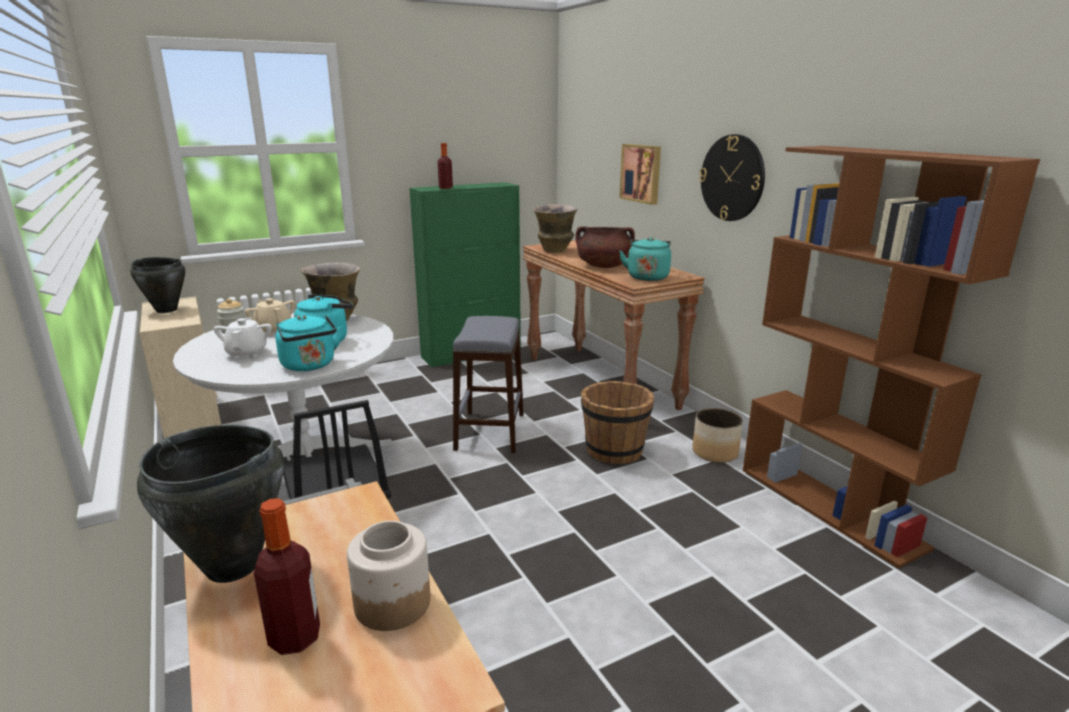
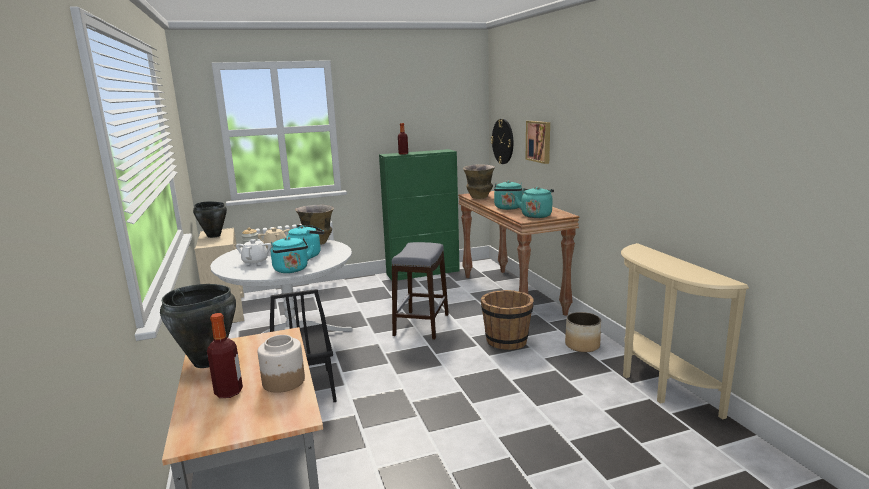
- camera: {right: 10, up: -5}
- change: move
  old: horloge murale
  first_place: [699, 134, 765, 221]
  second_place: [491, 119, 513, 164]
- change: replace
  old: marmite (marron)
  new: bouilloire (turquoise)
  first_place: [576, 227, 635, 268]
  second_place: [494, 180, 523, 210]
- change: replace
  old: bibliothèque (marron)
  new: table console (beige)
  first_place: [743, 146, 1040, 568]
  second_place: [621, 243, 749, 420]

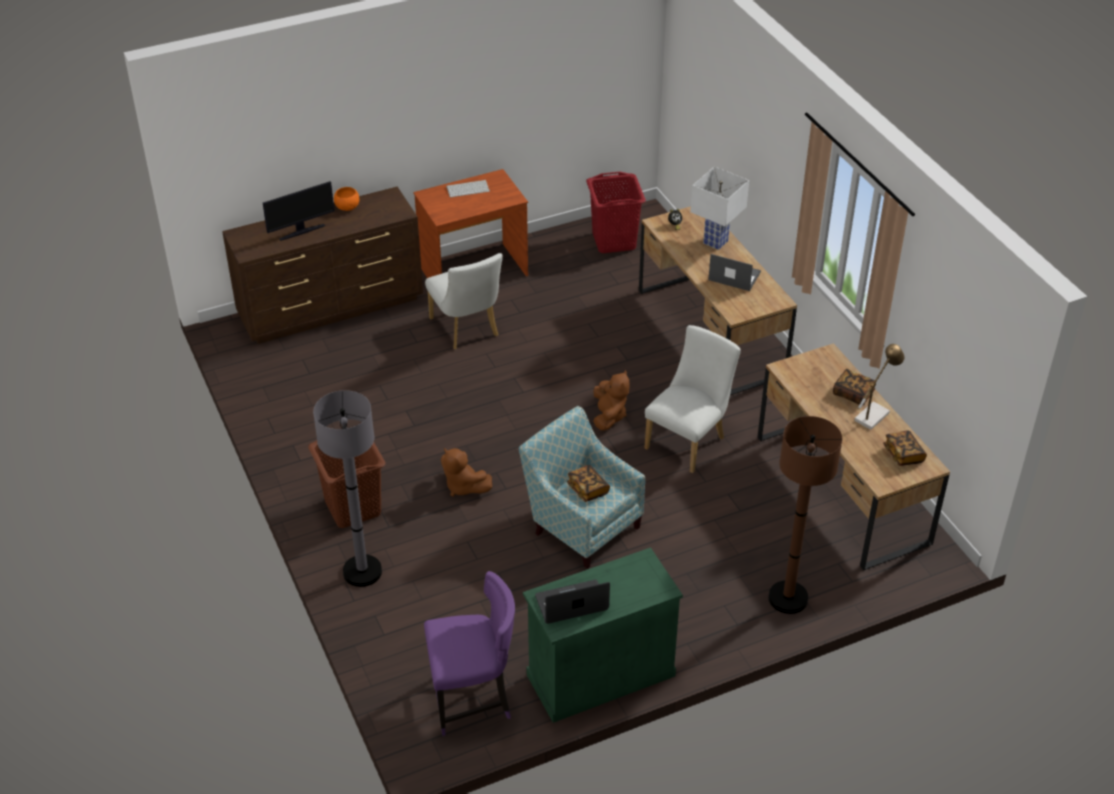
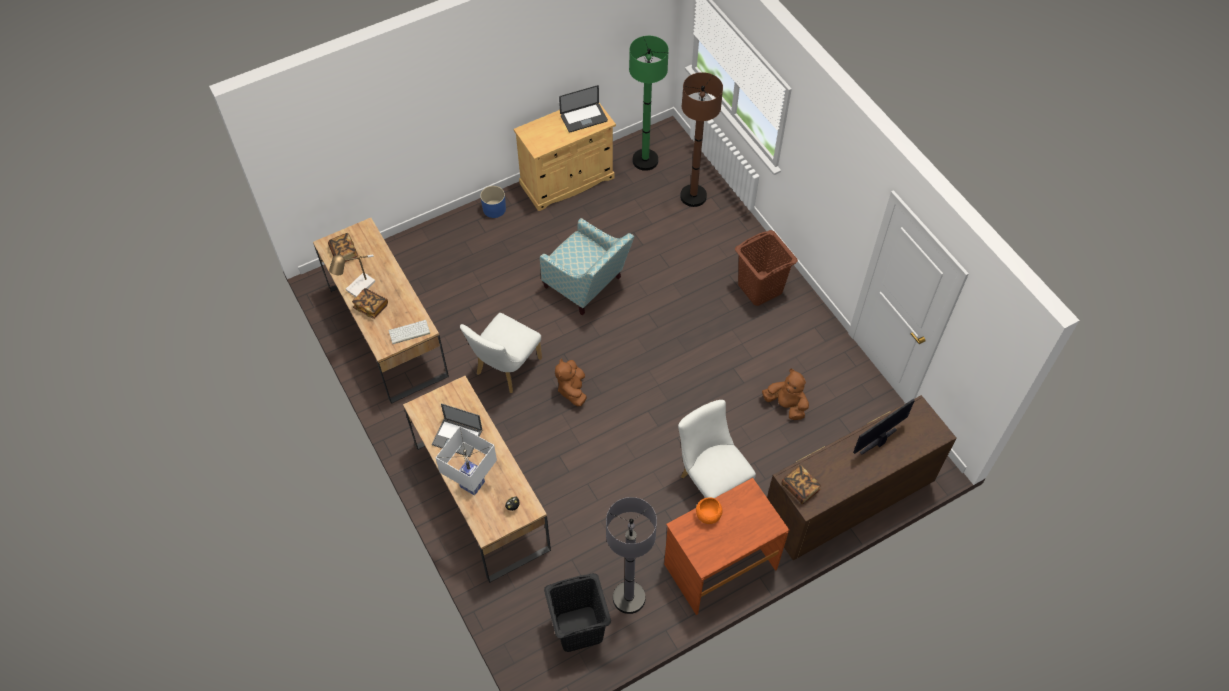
- camera: {right: 175, up: 15}
- change: insert
  new: cache-pot (bleu)
  second_place: [480, 186, 506, 218]
- change: move
  old: lampadaire (gris)
  first_place: [313, 390, 382, 587]
  second_place: [606, 497, 657, 614]
- change: move
  old: bol (orange)
  first_place: [334, 187, 359, 211]
  second_place: [696, 497, 723, 524]
- change: move
  old: peluche (marron)
  first_place: [441, 448, 492, 496]
  second_place: [762, 369, 809, 420]
- change: move
  old: clavier
  first_place: [446, 180, 490, 197]
  second_place: [388, 320, 430, 344]
- change: move
  old: livre
  first_place: [567, 465, 610, 502]
  second_place: [782, 465, 821, 504]
- change: move
  old: lampadaire (marron)
  first_place: [768, 416, 842, 614]
  second_place: [680, 72, 723, 207]
- change: replace
  old: chaise (violet)
  new: lampadaire (vert)
  first_place: [424, 571, 515, 736]
  second_place: [629, 36, 669, 171]
- change: recolor
  old: meuble de rangement (vert)
  new: meuble de rangement (beige)
  first_place: [523, 547, 683, 723]
  second_place: [513, 103, 616, 211]
- change: recolor
  old: panier à linge (rouge)
  new: panier à linge (noir)
  first_place: [586, 172, 646, 253]
  second_place: [544, 573, 611, 652]

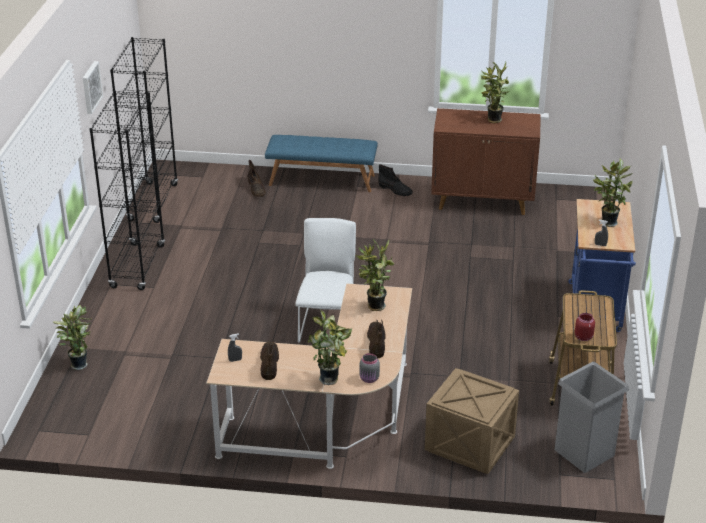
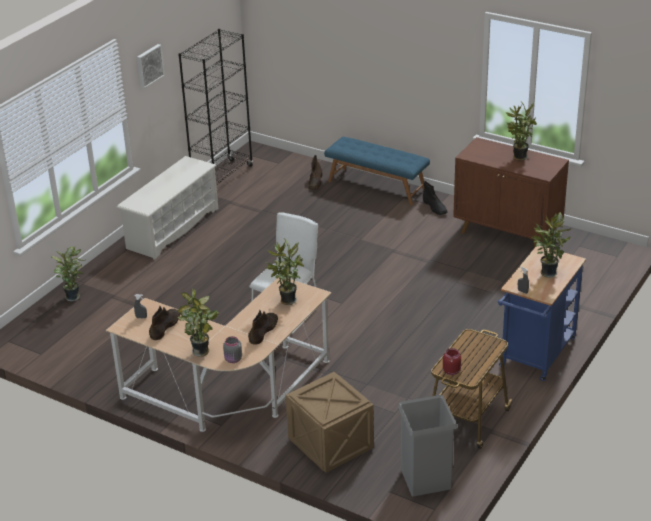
- camera: {right: 25, up: 0}
- change: replace
  old: bibliothèque (noir)
  new: étagère à chaussures (blanc)
  first_place: [89, 90, 165, 290]
  second_place: [117, 156, 218, 260]

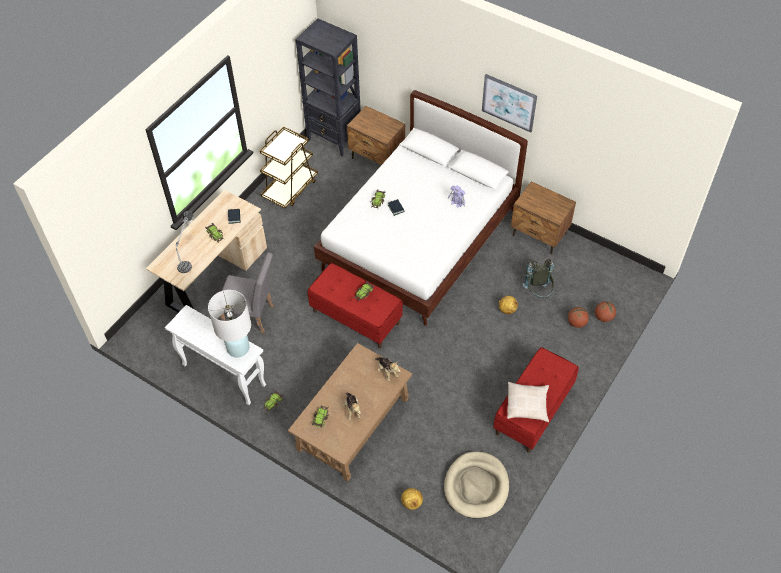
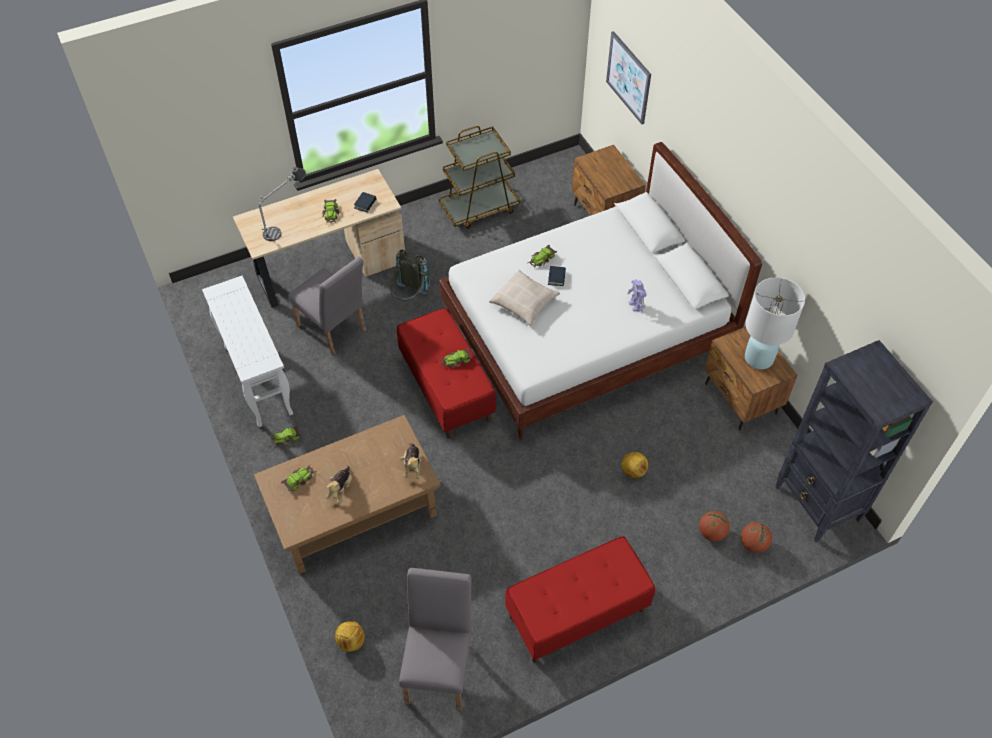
- camera: {right: 30, up: 0}
- change: move
  old: lampe de table (blanc)
  first_place: [208, 290, 251, 358]
  second_place: [745, 277, 805, 369]
- change: move
  old: bibliothèque (noir)
  first_place: [295, 18, 361, 156]
  second_place: [775, 340, 933, 542]
- change: move
  old: tableau
  first_place: [482, 74, 537, 133]
  second_place: [606, 31, 651, 124]
- change: move
  old: coussin (beige)
  first_place: [507, 382, 549, 422]
  second_place: [489, 270, 560, 326]
- change: move
  old: sac à dos (gris)
  first_place: [523, 259, 555, 298]
  second_place: [389, 249, 430, 301]
- change: replace
  old: panier pour chien (beige)
  new: chaise (gris)
  first_place: [444, 452, 509, 518]
  second_place: [399, 568, 472, 711]

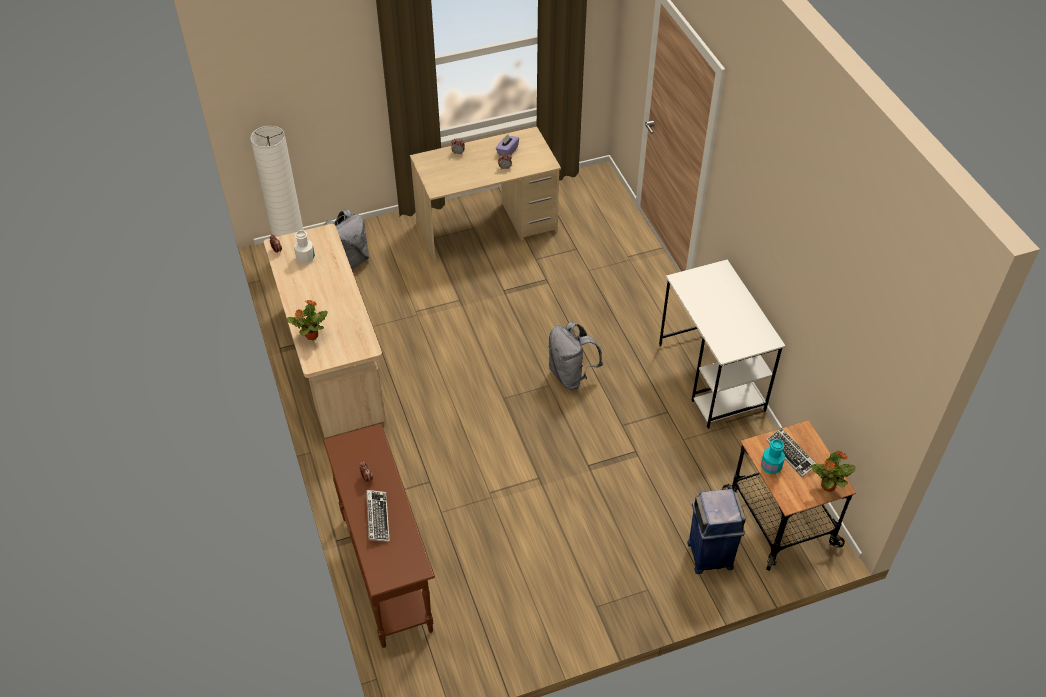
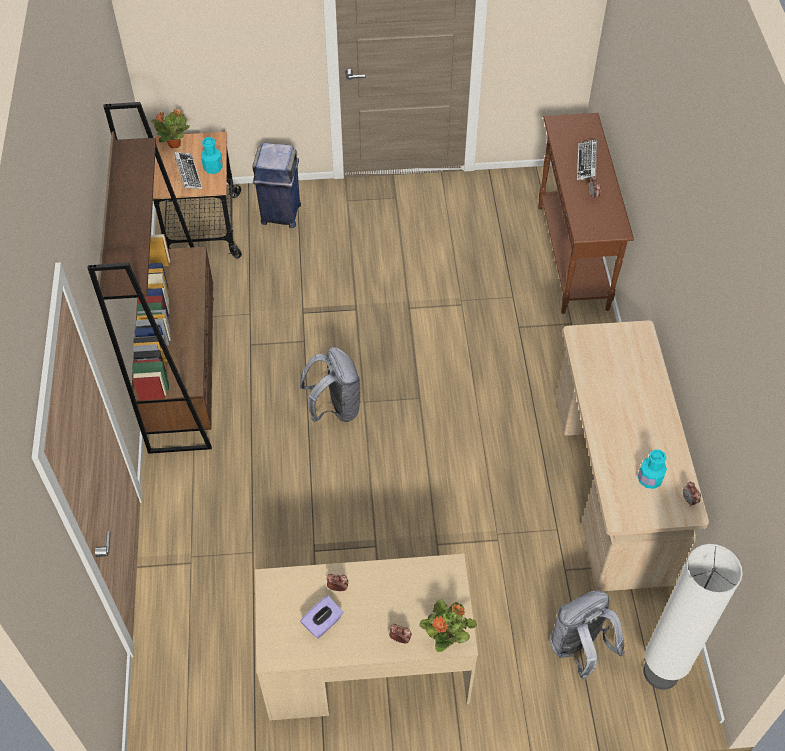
- camera: {right: -165, up: 5}
- change: move
  old: plante en pot
  first_place: [287, 300, 328, 340]
  second_place: [420, 599, 477, 652]
- change: replace
  old: bureau (blanc)
  new: bibliothèque (marron)
  first_place: [659, 260, 786, 429]
  second_place: [87, 102, 214, 454]
- change: recolor
  old: bouteille (blanc)
  new: bouteille (turquoise)
  first_place: [294, 230, 315, 264]
  second_place: [638, 449, 667, 489]

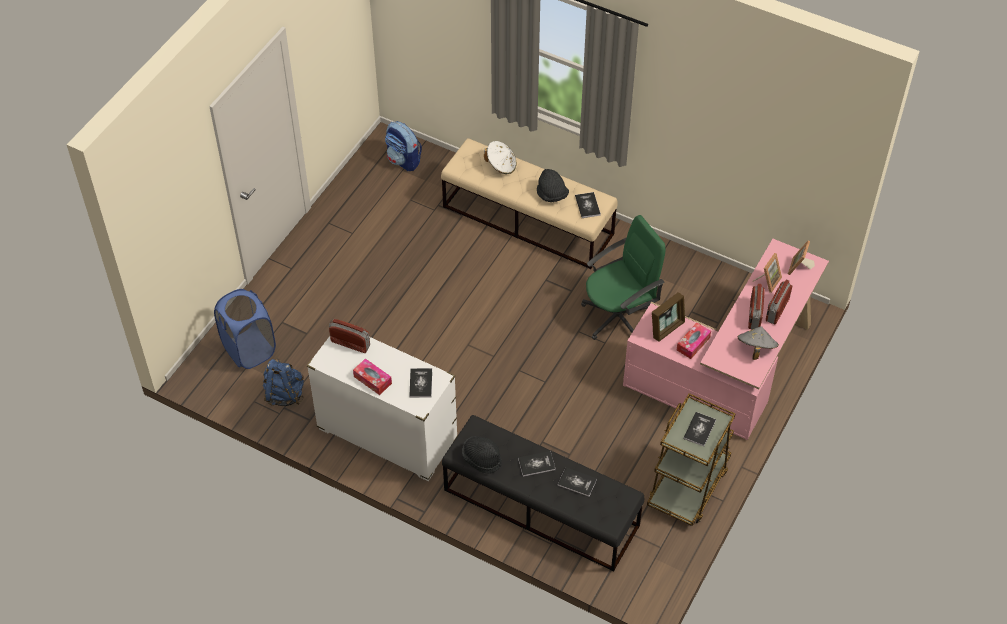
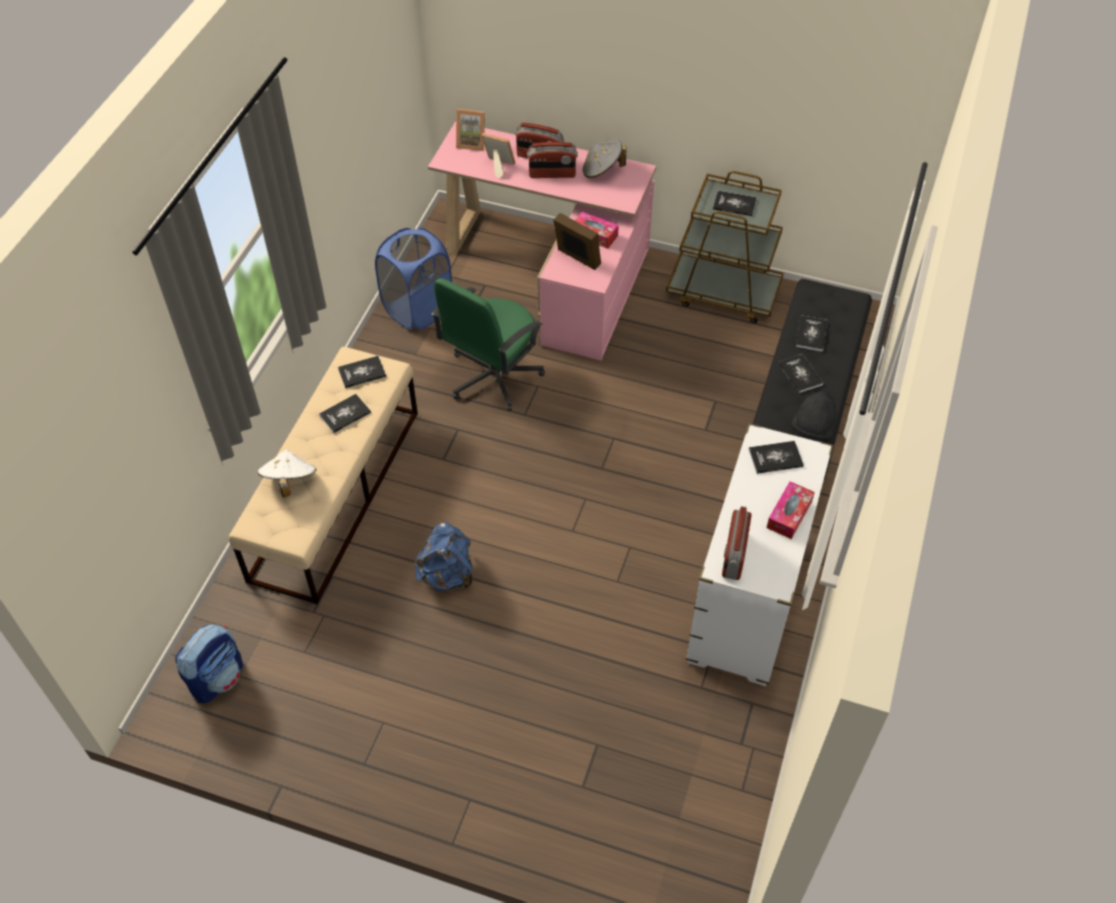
- camera: {right: -100, up: 0}
- change: move
  old: panier à linge (bleu)
  first_place: [214, 289, 276, 369]
  second_place: [375, 227, 452, 330]
- change: move
  old: sac à dos (bleu)
  first_place: [263, 359, 304, 406]
  second_place: [414, 522, 473, 591]
- change: replace
  old: chapeau (noir)
  new: livre
  first_place: [537, 169, 569, 202]
  second_place: [319, 394, 371, 433]
- change: rotate
  old: chaise de bureau (vert)
  first_place: [581, 215, 666, 340]
  second_place: [432, 278, 545, 412]
  degrees: -105

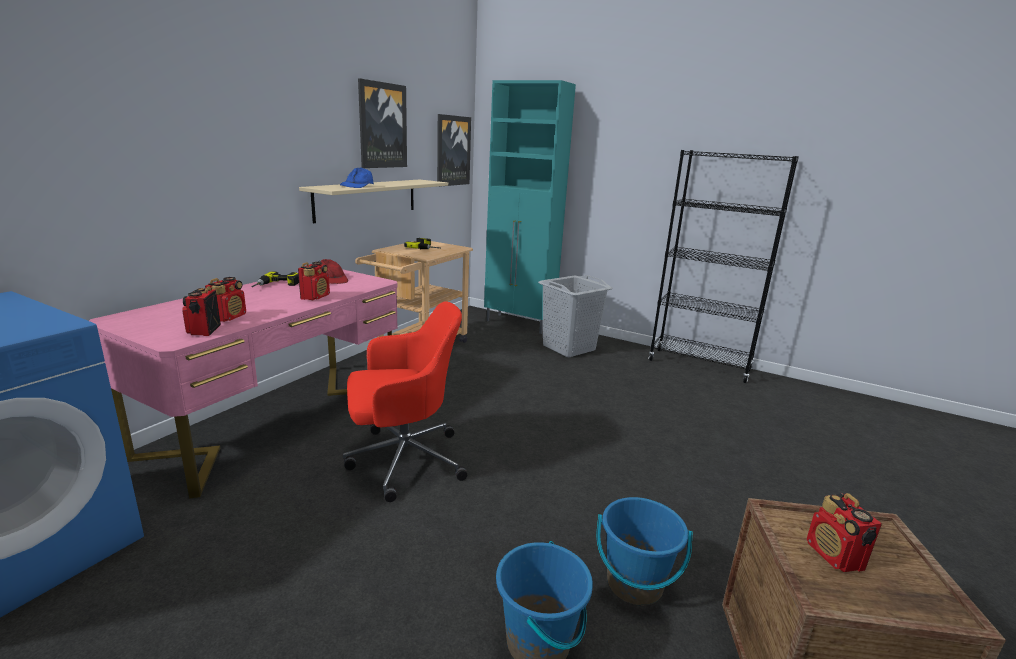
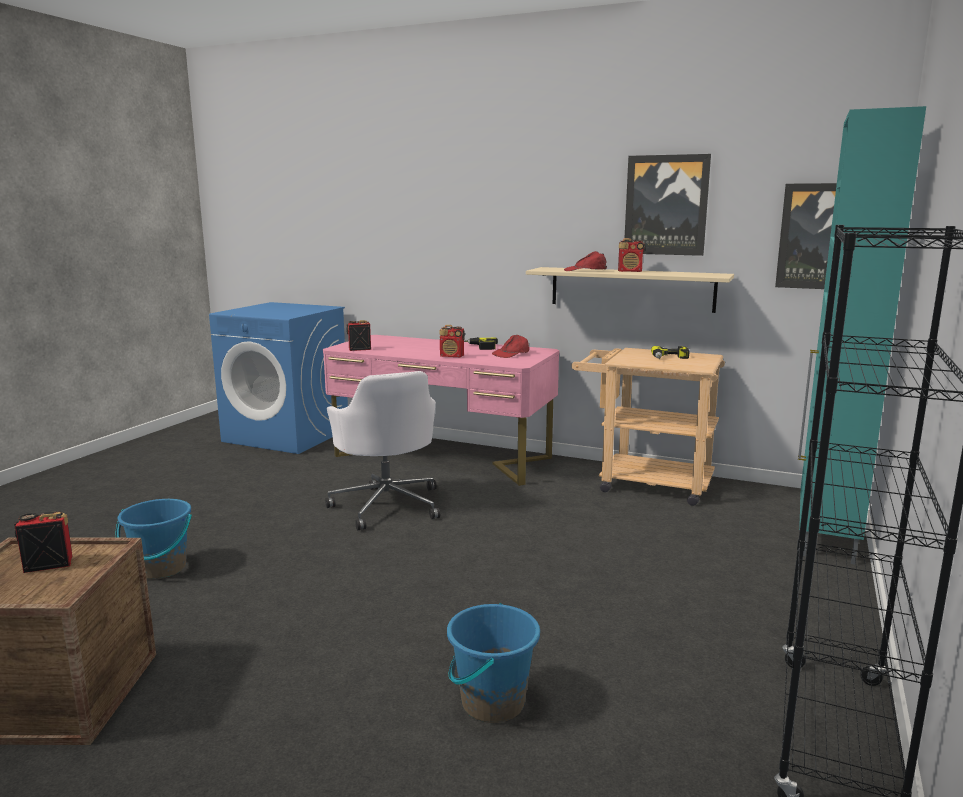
- camera: {right: 85, up: -5}
- change: delete
  old: panier à linge (gris)
  first_place: [538, 275, 613, 358]
- change: move
  old: radio
  first_place: [205, 277, 246, 322]
  second_place: [618, 238, 645, 272]
- change: move
  old: seau (bleu)
  first_place: [596, 497, 692, 605]
  second_place: [447, 603, 540, 723]
- change: recolor
  old: casquette (bleu)
  new: casquette (rouge)
  first_place: [340, 167, 374, 188]
  second_place: [564, 251, 607, 271]
- change: recolor
  old: chaise de bureau (rouge)
  new: chaise de bureau (blanc)
  first_place: [343, 301, 467, 502]
  second_place: [325, 371, 440, 531]

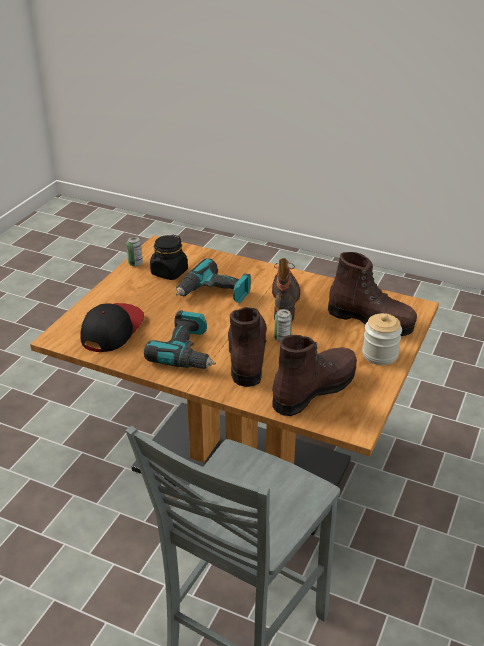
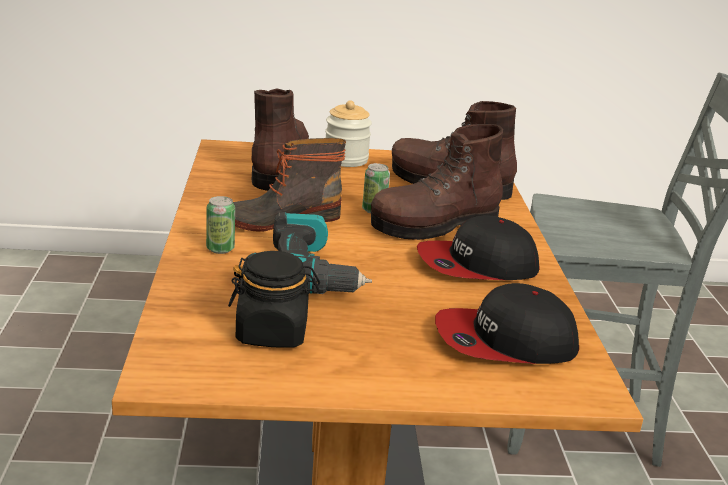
- camera: {right: -120, up: -10}
- change: move
  old: boîte métallique
  first_place: [126, 237, 143, 267]
  second_place: [206, 196, 235, 254]
- change: replace
  old: perceuse
  new: casquette
  first_place: [144, 310, 216, 369]
  second_place: [417, 215, 539, 280]

